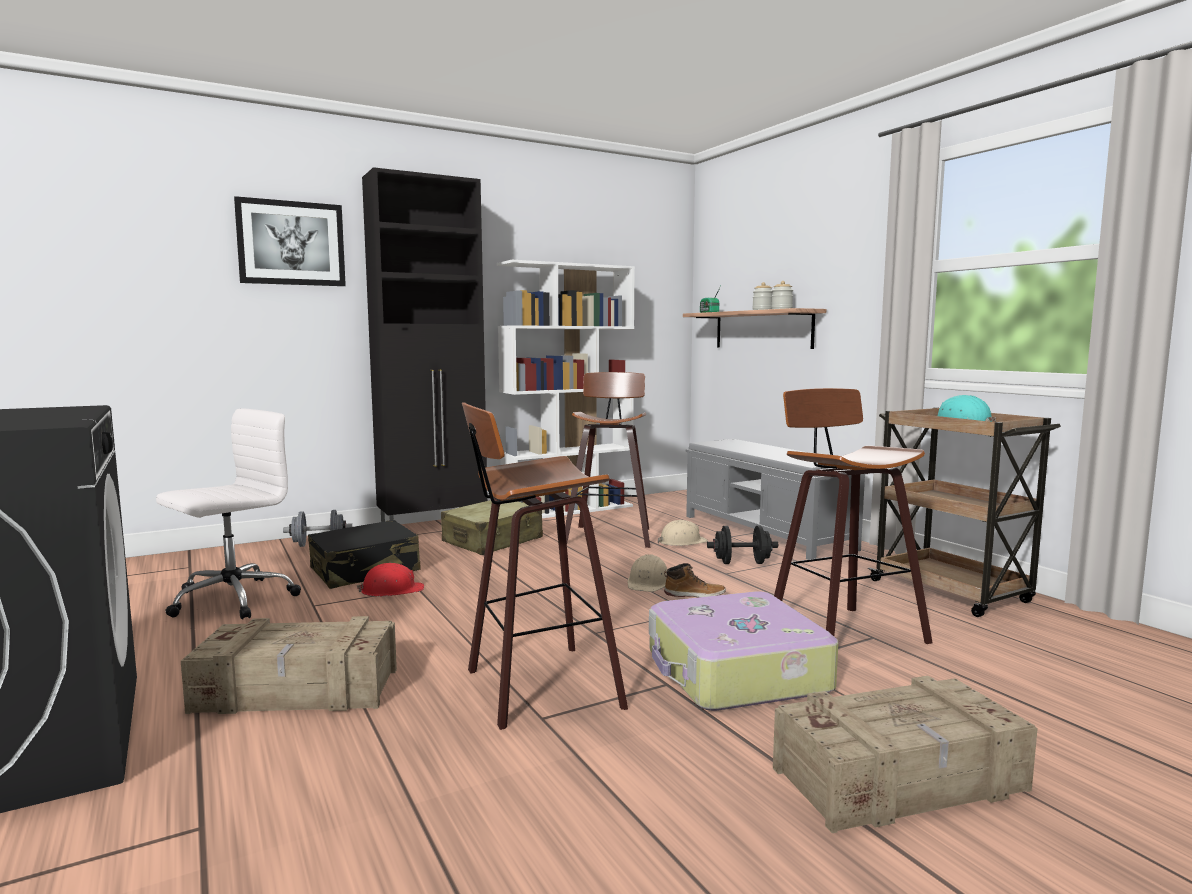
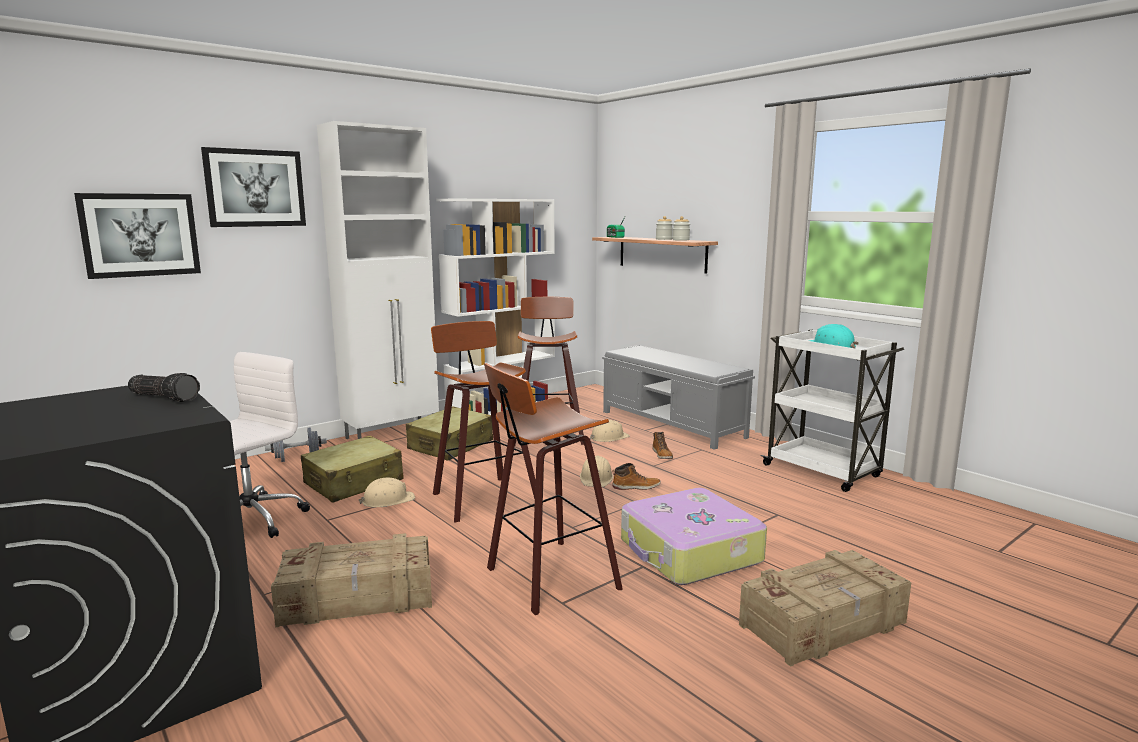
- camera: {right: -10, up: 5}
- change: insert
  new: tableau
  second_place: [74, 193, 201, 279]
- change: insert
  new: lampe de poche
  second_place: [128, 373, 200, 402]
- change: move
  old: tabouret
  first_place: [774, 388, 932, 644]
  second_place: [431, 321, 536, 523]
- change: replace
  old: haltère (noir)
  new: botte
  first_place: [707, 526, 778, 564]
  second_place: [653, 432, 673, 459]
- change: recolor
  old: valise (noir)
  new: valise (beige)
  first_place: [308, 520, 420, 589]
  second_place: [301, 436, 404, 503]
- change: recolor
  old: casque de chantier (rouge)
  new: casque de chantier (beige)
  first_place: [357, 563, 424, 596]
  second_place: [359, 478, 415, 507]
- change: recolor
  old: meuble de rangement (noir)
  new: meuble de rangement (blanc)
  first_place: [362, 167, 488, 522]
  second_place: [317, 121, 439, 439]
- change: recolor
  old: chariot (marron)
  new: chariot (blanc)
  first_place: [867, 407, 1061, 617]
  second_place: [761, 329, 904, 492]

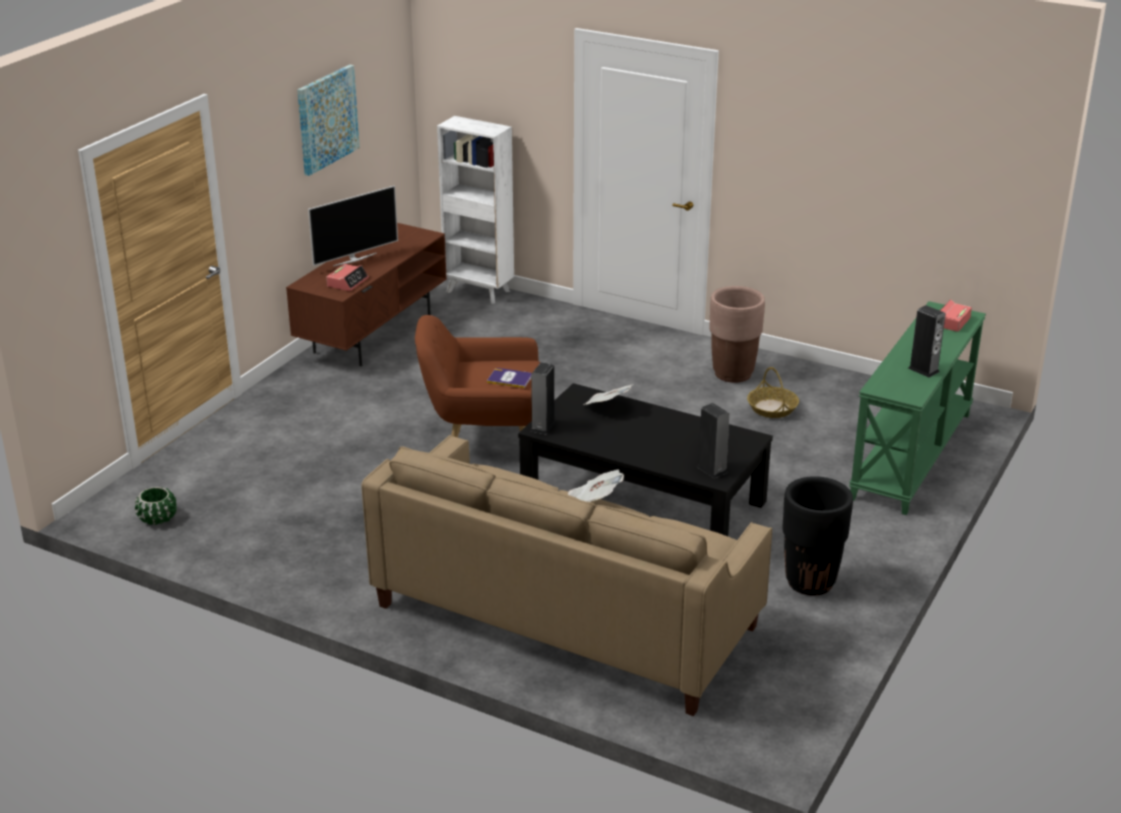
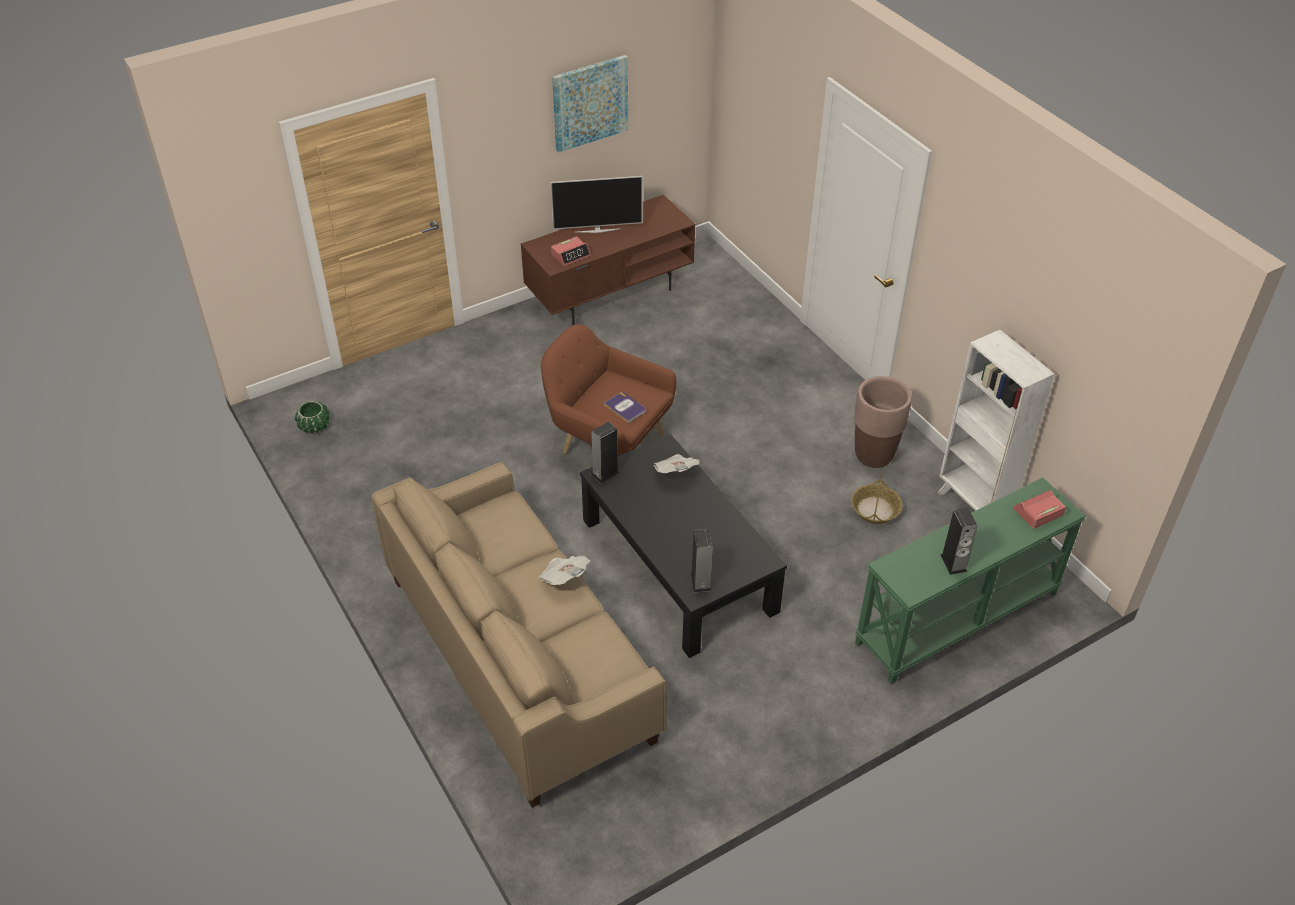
- camera: {right: 30, up: 15}
- change: delete
  old: cache-pot (noir)
  first_place: [782, 476, 853, 596]
- change: move
  old: bibliothèque (blanc)
  first_place: [437, 116, 514, 304]
  second_place: [938, 330, 1054, 511]

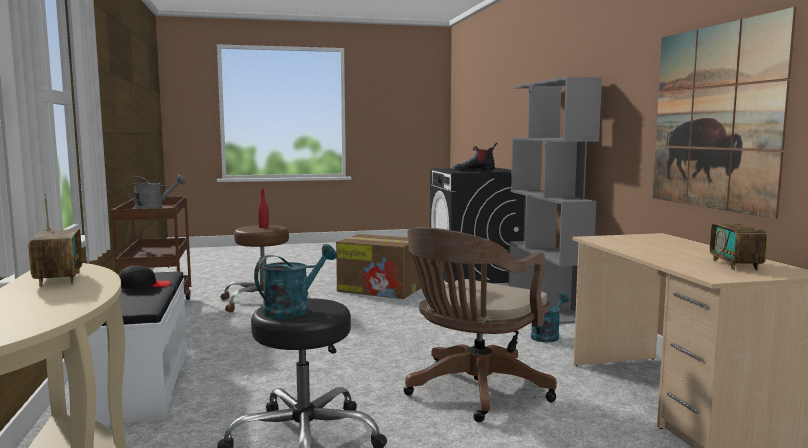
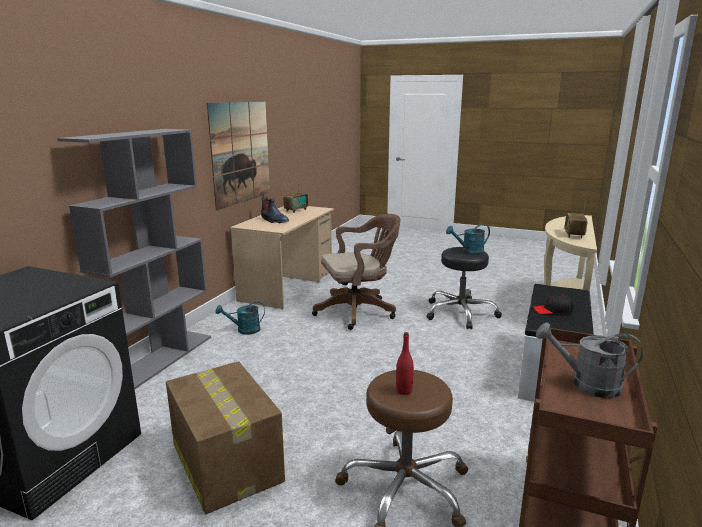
- camera: {right: -145, up: 10}
- change: move
  old: botte
  first_place: [452, 142, 498, 172]
  second_place: [261, 192, 289, 223]

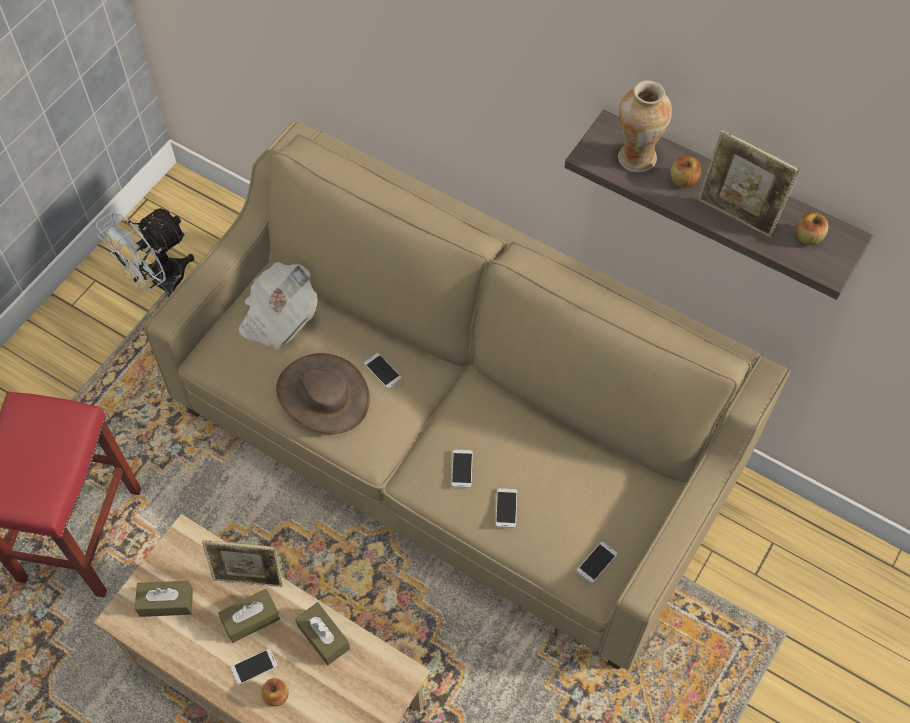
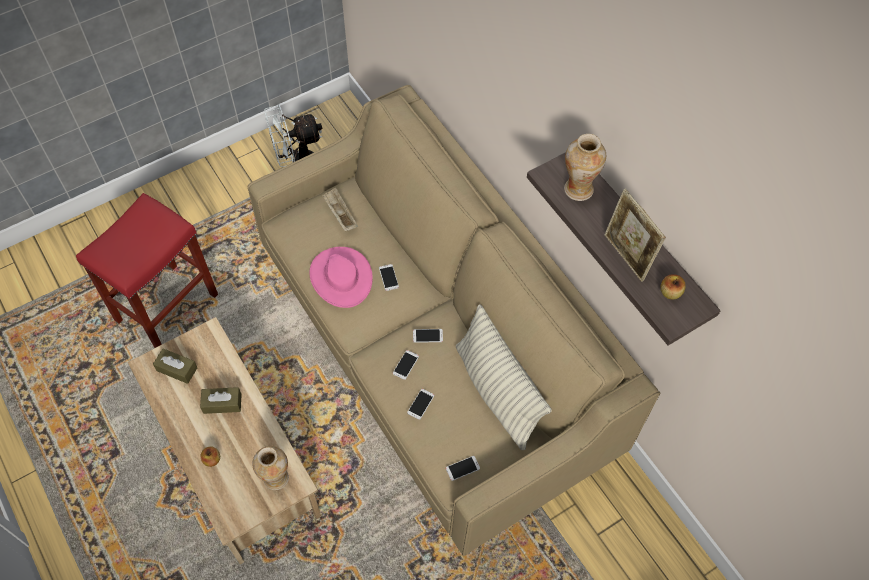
- camera: {right: 25, up: 0}
- change: delete
  old: cadre photo
  first_place: [202, 540, 283, 587]
- change: delete
  old: boîte à mouchoirs (marron)
  first_place: [295, 602, 350, 665]
- change: delete
  old: pomme
  first_place: [671, 156, 701, 188]
- change: insert
  new: vase
  second_place: [252, 446, 289, 490]
- change: insert
  new: coussin
  second_place: [456, 304, 552, 450]
- change: move
  old: téléphone
  first_place: [231, 649, 278, 685]
  second_place: [413, 329, 443, 343]
- change: replace
  old: journal
  new: plateau (beige)
  first_place: [239, 262, 318, 350]
  second_place: [322, 188, 358, 231]
- change: recolor
  old: chapeau (marron)
  new: chapeau (rose)
  first_place: [276, 353, 370, 434]
  second_place: [309, 247, 373, 308]

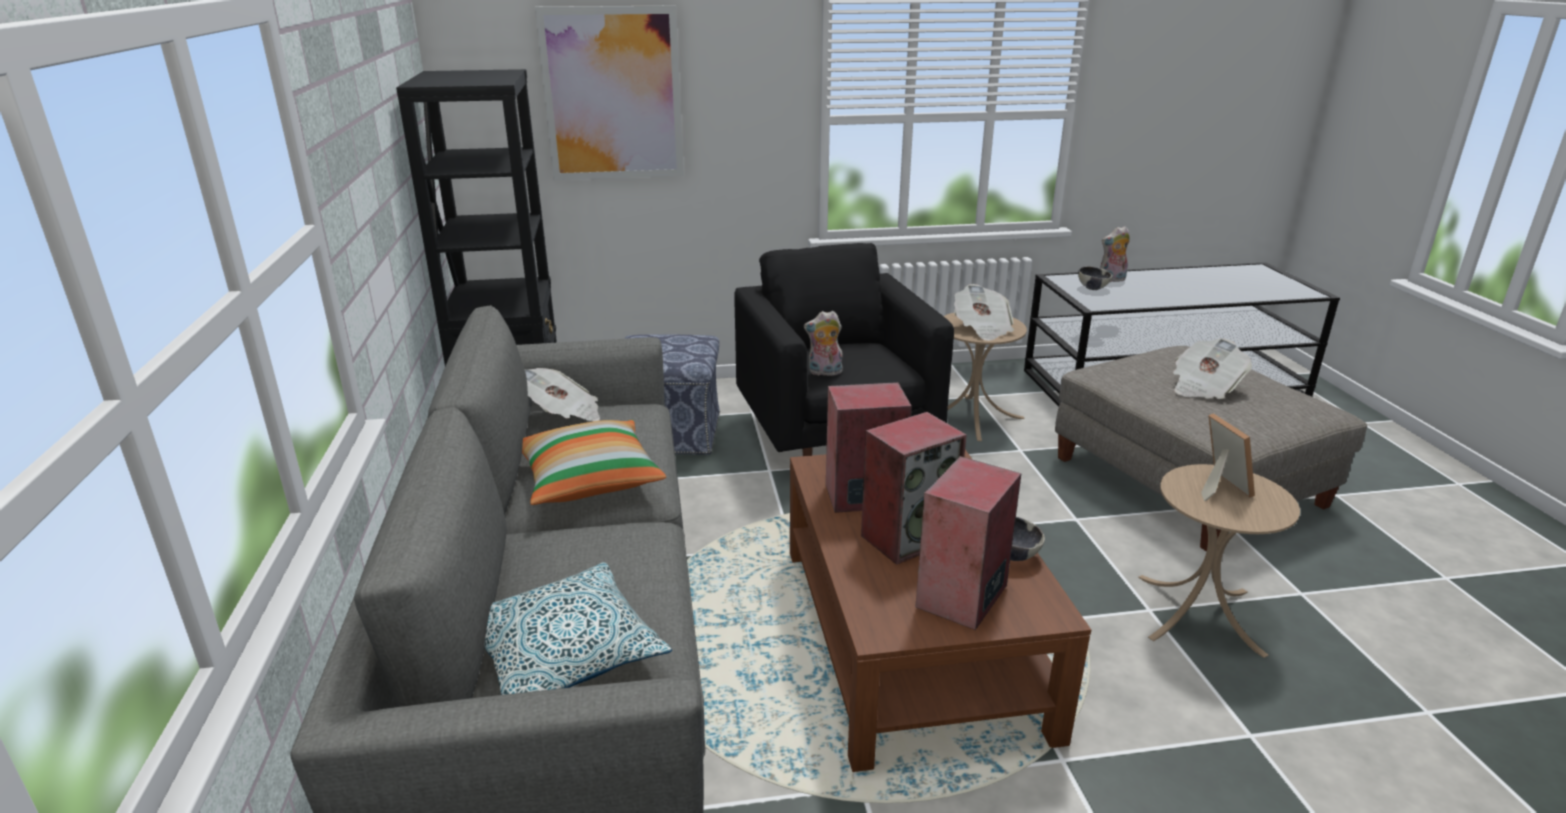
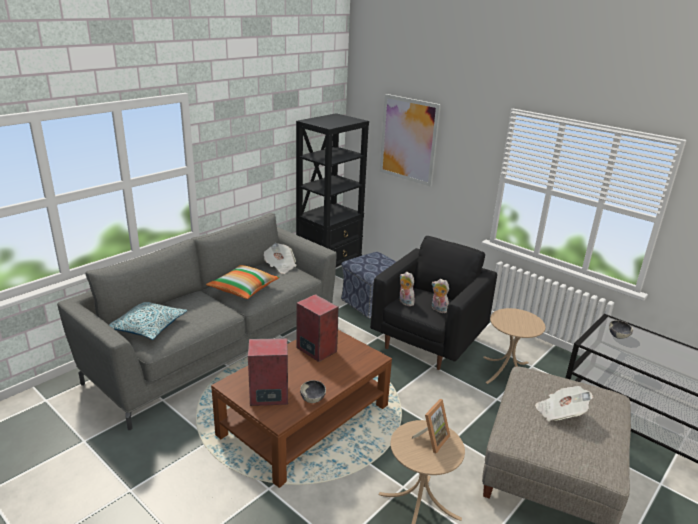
- camera: {right: 50, up: 0}
- change: delete
  old: enceinte
  first_place: [861, 412, 966, 565]
- change: delete
  old: journal
  first_place: [954, 284, 1014, 341]
- change: move
  old: peluche
  first_place: [1100, 226, 1130, 282]
  second_place: [432, 279, 449, 313]

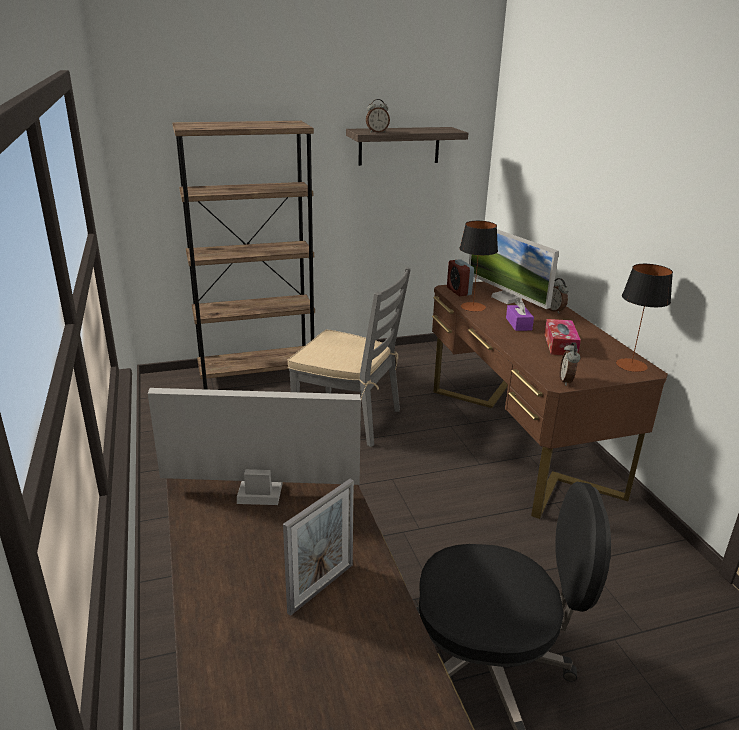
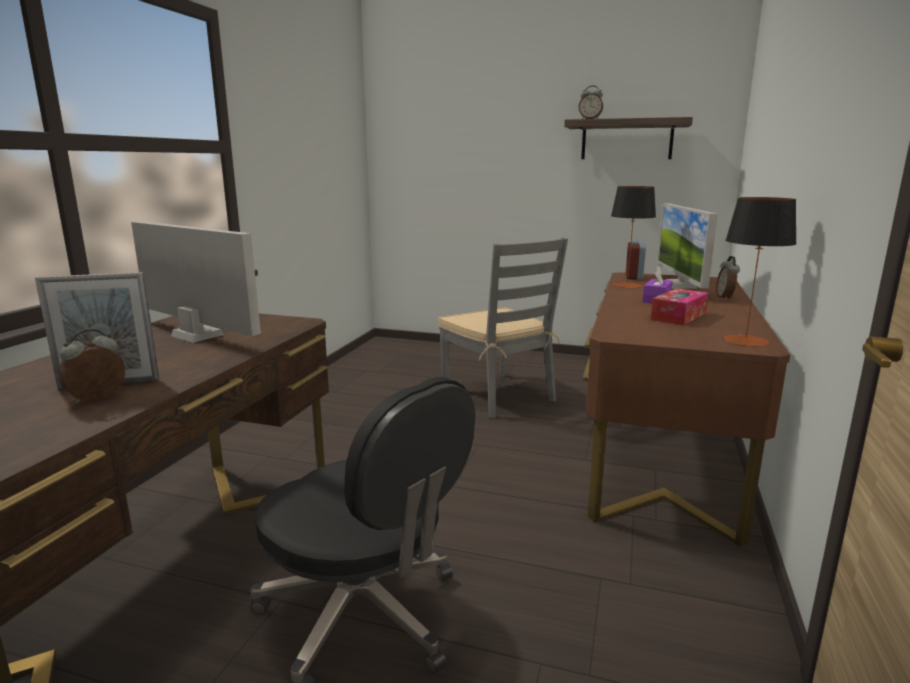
- camera: {right: 35, up: -10}
- change: delete
  old: bibliothèque (marron)
  first_place: [172, 121, 315, 390]
- change: move
  old: réveil
  first_place: [559, 342, 580, 386]
  second_place: [58, 328, 125, 403]

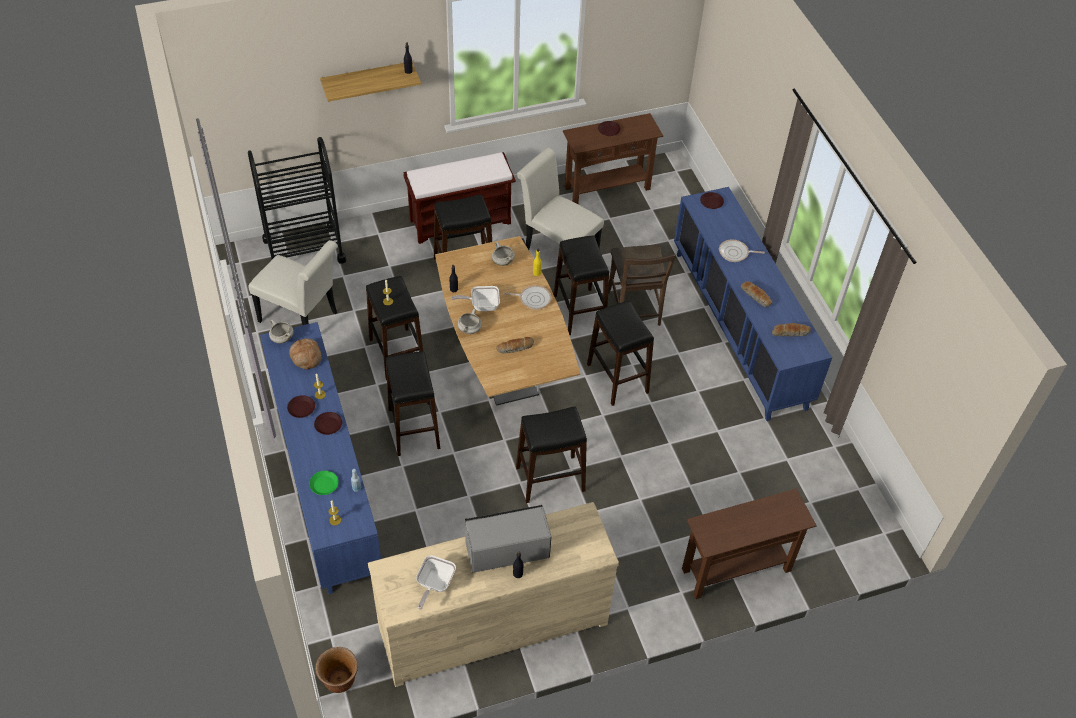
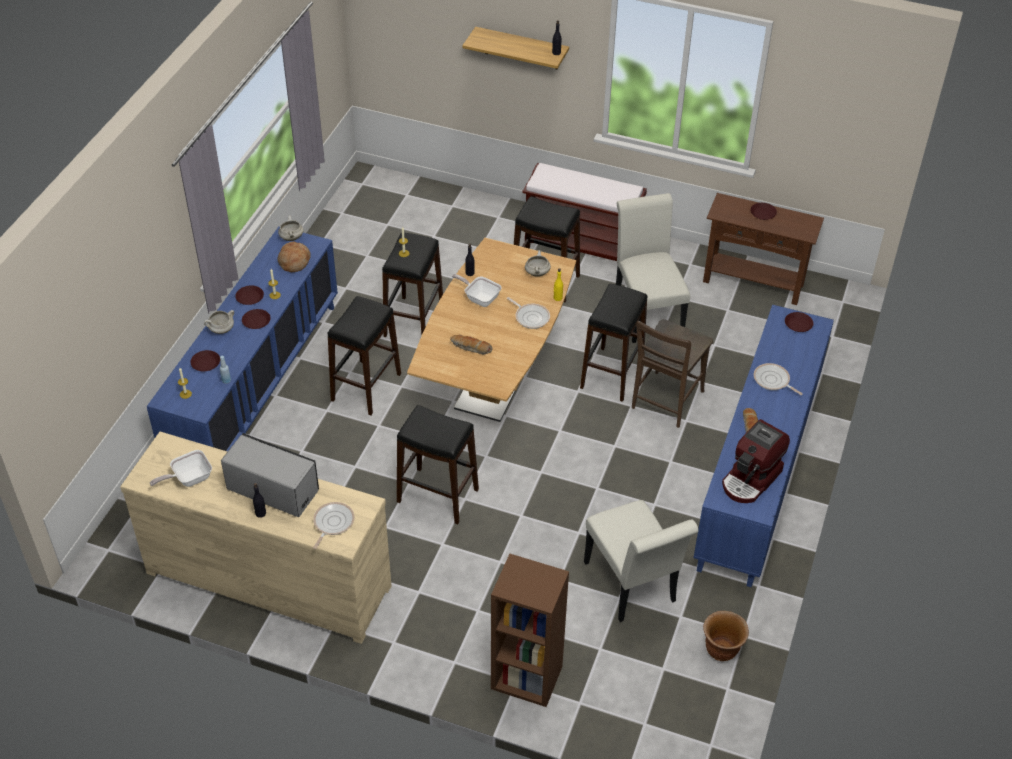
- camera: {right: 40, up: -5}
- change: delete
  old: chariot (noir)
  first_place: [248, 137, 346, 264]
- change: delete
  old: tabouret (noir)
  first_place: [587, 301, 654, 406]
- change: insert
  new: poêle
  second_place: [313, 502, 354, 549]
- change: move
  old: chaise (blanc)
  first_place: [248, 240, 338, 325]
  second_place: [584, 500, 699, 622]
- change: move
  old: cache-pot (marron)
  first_place: [315, 647, 358, 693]
  second_place: [703, 611, 749, 661]
- change: move
  old: marmite (blanc)
  first_place: [458, 309, 482, 334]
  second_place: [204, 310, 234, 334]
- change: replace
  old: table console (marron)
  new: bibliothèque (marron)
  first_place: [682, 488, 817, 599]
  second_place: [491, 554, 569, 707]
- change: replace
  old: pain
  new: machine à café
  first_place: [772, 323, 811, 337]
  second_place: [722, 419, 790, 503]
- change: recolor
  old: assiette (vert)
  new: assiette (marron)
  first_place: [309, 471, 339, 495]
  second_place: [190, 350, 220, 371]

